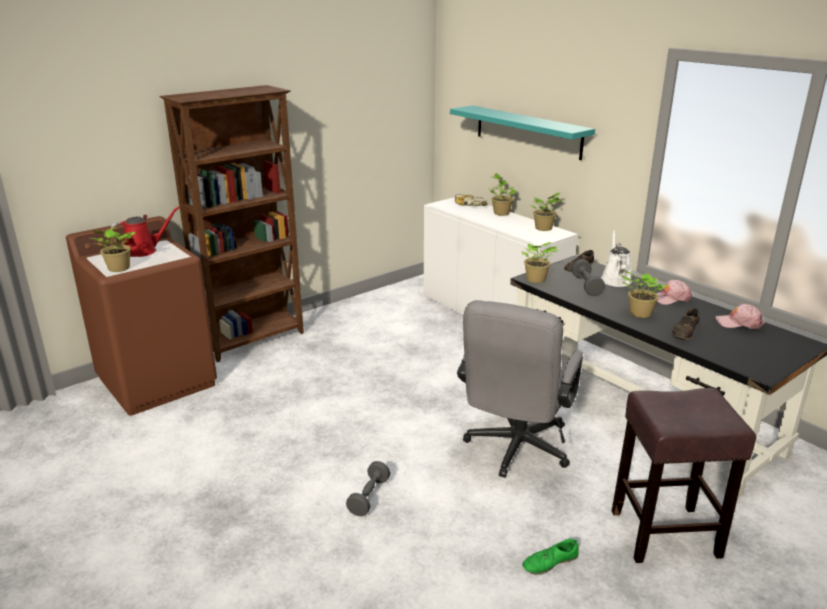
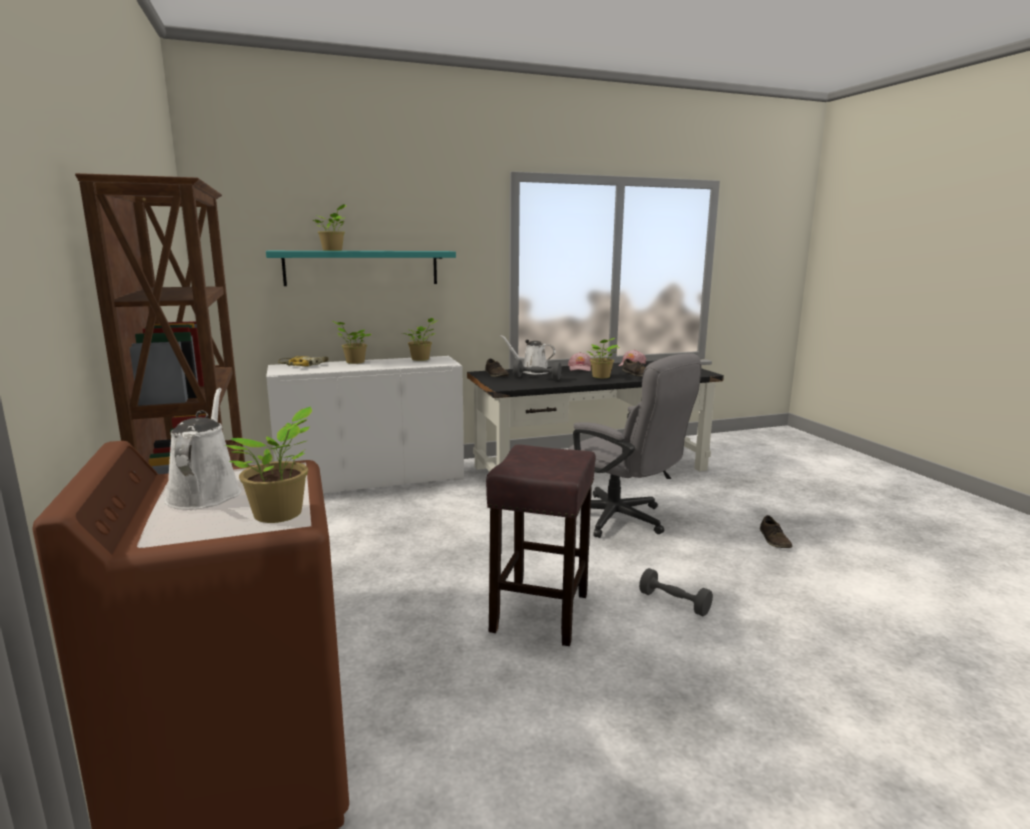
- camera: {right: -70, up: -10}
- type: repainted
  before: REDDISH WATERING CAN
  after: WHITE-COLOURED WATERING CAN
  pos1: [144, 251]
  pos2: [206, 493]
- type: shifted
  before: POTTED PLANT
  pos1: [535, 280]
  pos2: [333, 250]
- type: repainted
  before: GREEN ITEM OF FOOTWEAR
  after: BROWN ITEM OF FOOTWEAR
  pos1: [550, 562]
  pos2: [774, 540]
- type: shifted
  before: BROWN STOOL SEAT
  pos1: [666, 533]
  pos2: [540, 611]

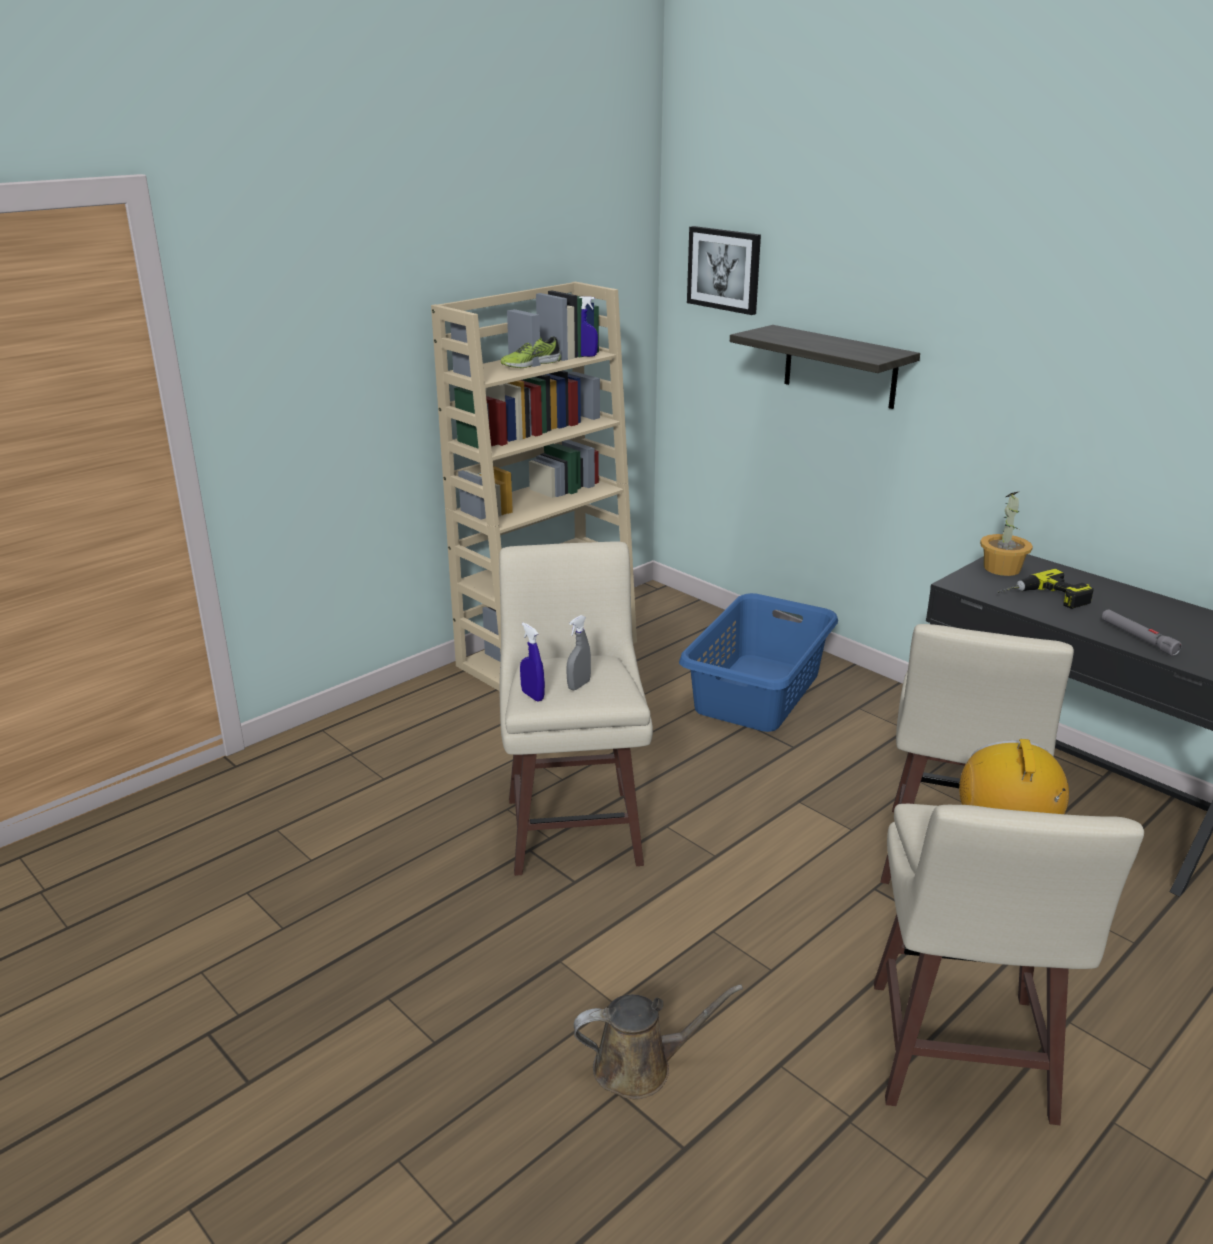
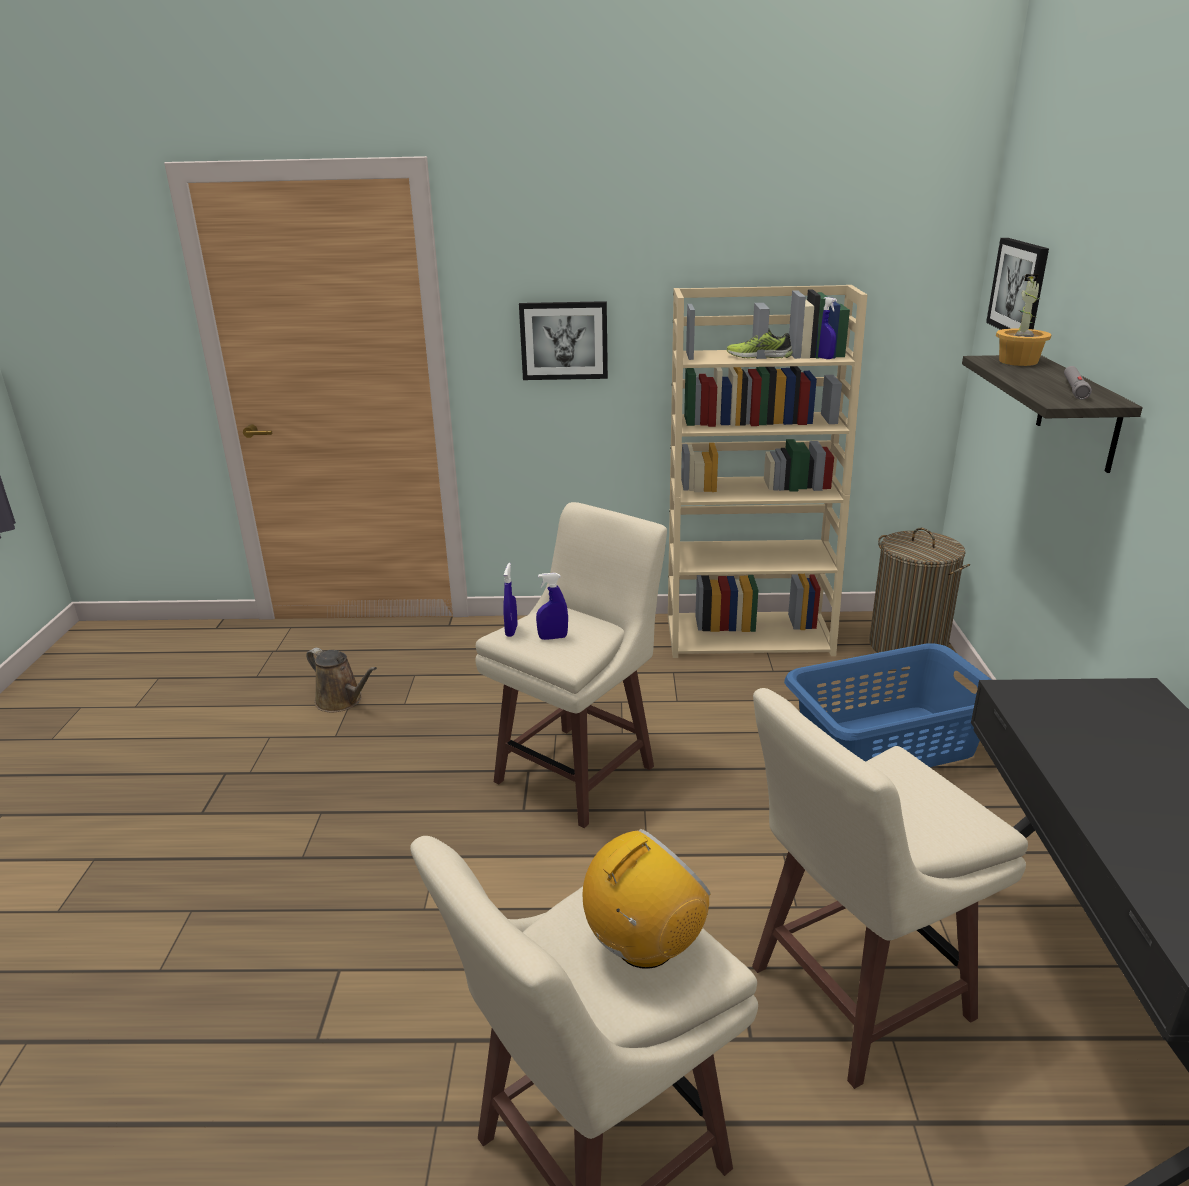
- camera: {right: 45, up: 0}
- type: repainted
  before: GREY HAND SPRAYER
  after: BLUE-COLOURED HAND SPRAYER
  pos1: [579, 685]
  pos2: [553, 637]
- type: shifted
  before: BROWN WATERING CAN
  pos1: [640, 1067]
  pos2: [342, 701]
- type: shifted
  before: POTTED PLANT
  pos1: [1002, 568]
  pos2: [1018, 362]
- type: gone
  before: POWER DRILL
  pos1: [1044, 598]
- type: shifted
  before: GREY FLASHLIGHT
  pos1: [1137, 637]
  pos2: [1074, 389]
- type: new
  after: WALL ART
  pos2: [564, 340]
- type: new
  after: HAMPER
  pos2: [907, 646]

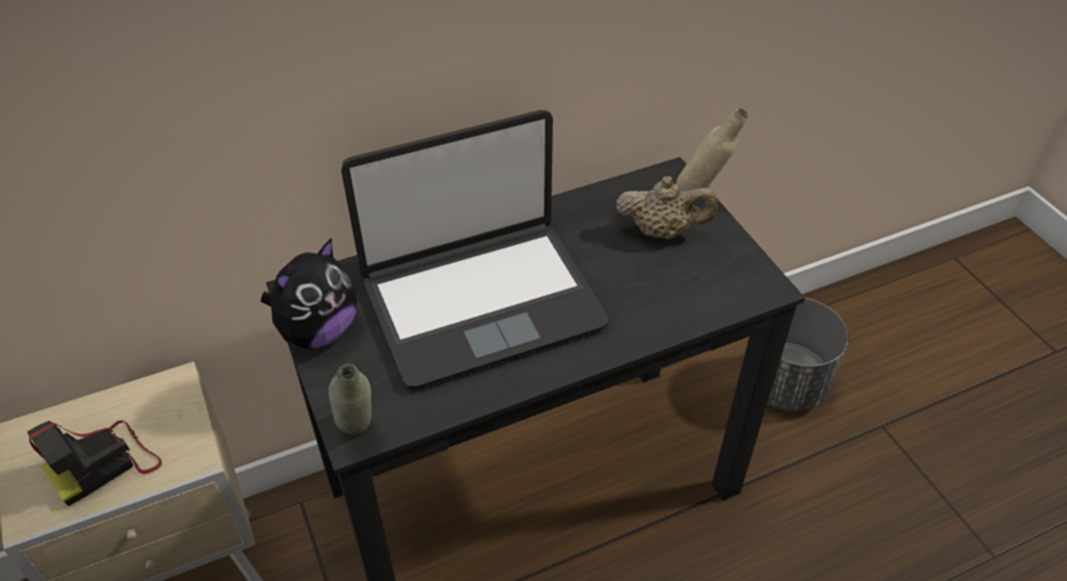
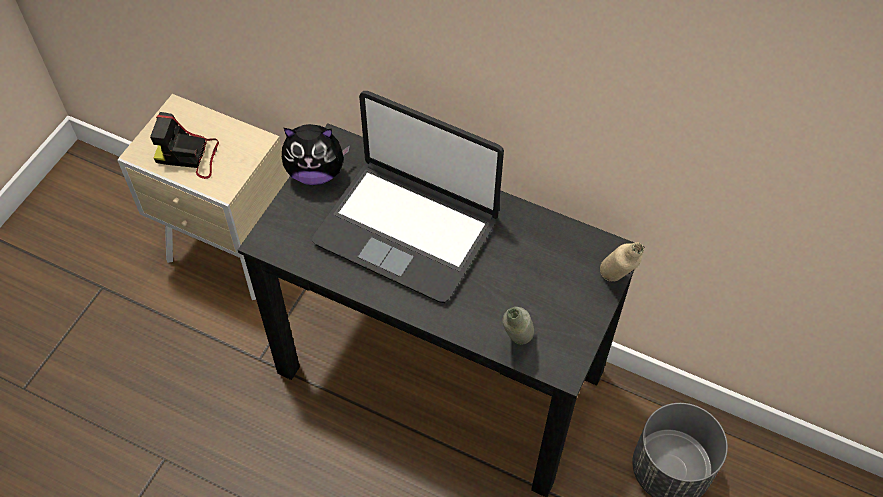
- camera: {right: 50, up: 10}
- type: shifted
  before: GREY DRINK BOTTLE
  pos1: [359, 436]
  pos2: [515, 345]
- type: gone
  before: SAND-COLOURED TEA POT
  pos1: [662, 231]

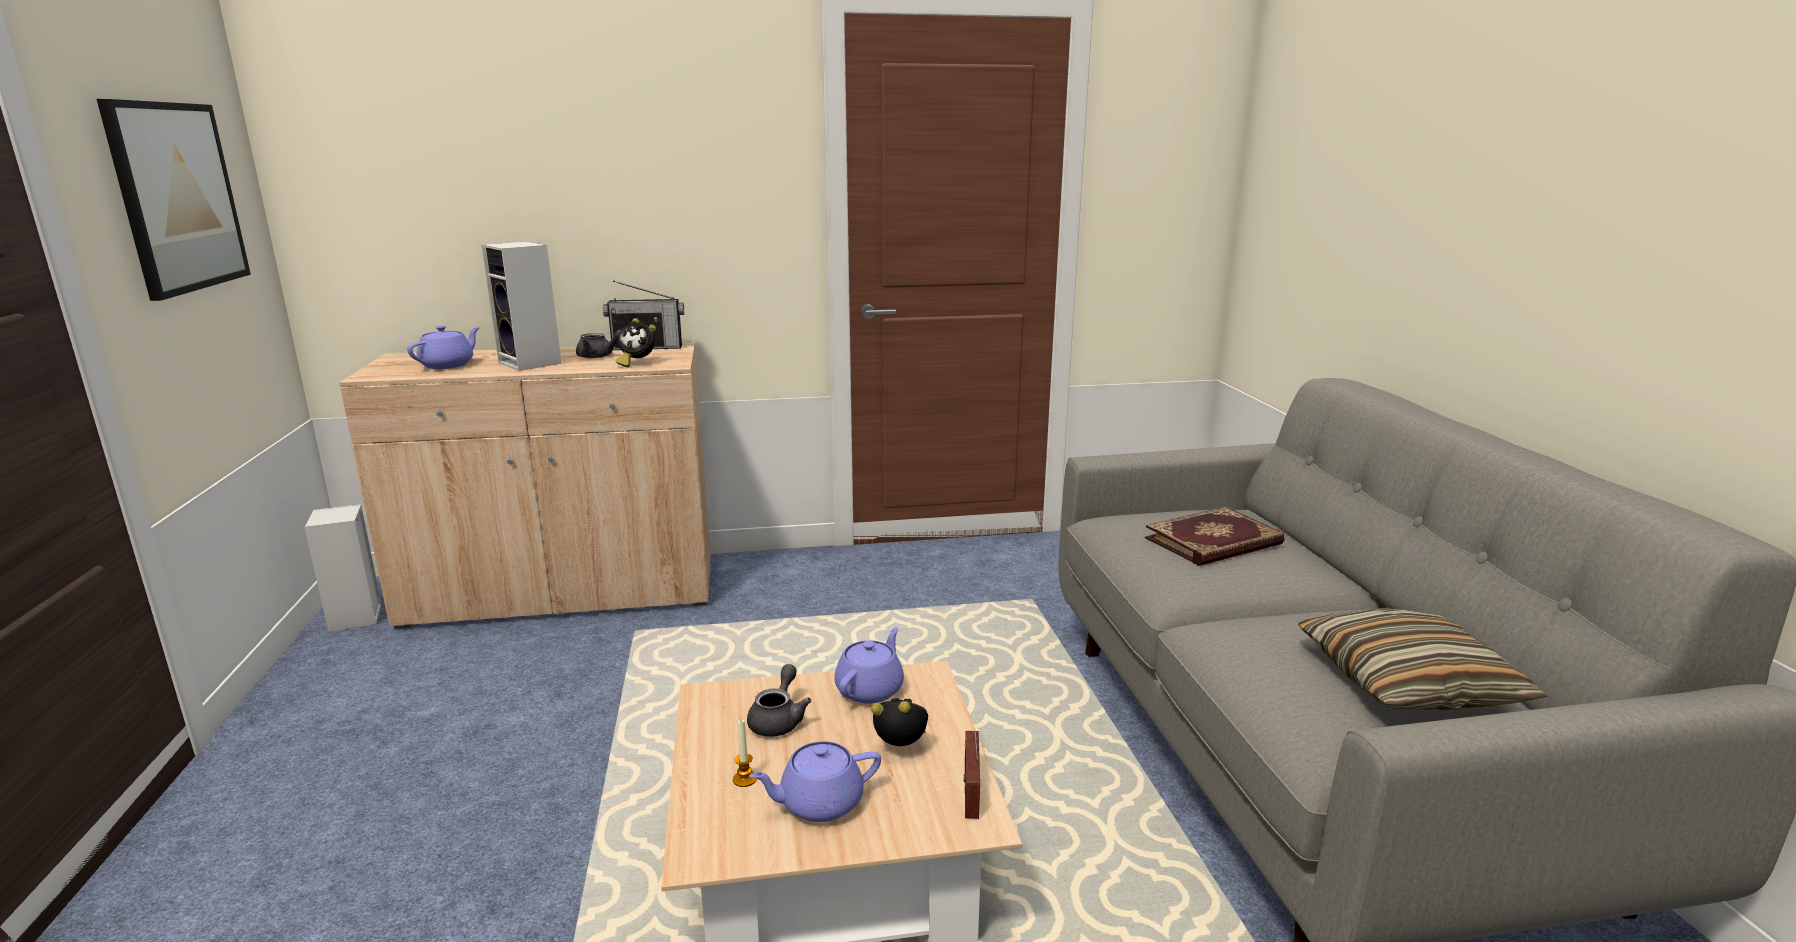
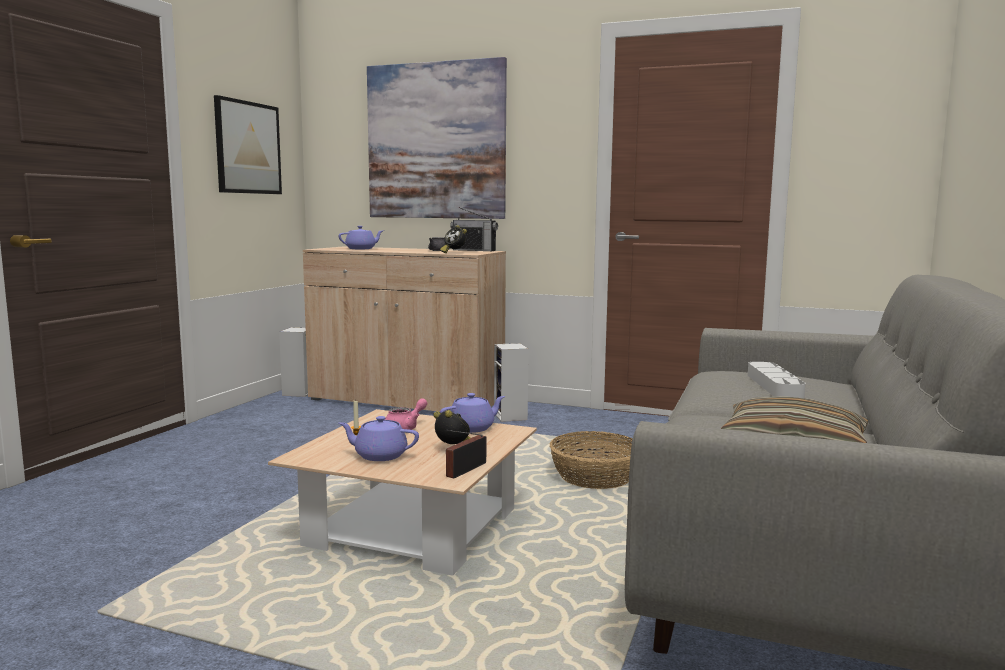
- camera: {right: 30, up: -10}
- type: shifted
  before: LOUDSPEAKER
  pos1: [532, 363]
  pos2: [511, 417]
- type: repainted
  before: GREY TEA POT
  after: PINK-COLOURED TEA POT
  pos1: [779, 720]
  pos2: [405, 428]
- type: swapped
  before: BOOK
  after: GREY CARRYING TRAY
  pos1: [1214, 542]
  pos2: [774, 385]
- type: new
  after: WALL ART
  pos2: [436, 141]
- type: new
  after: HOUSEHOLD BASKET
  pos2: [595, 477]

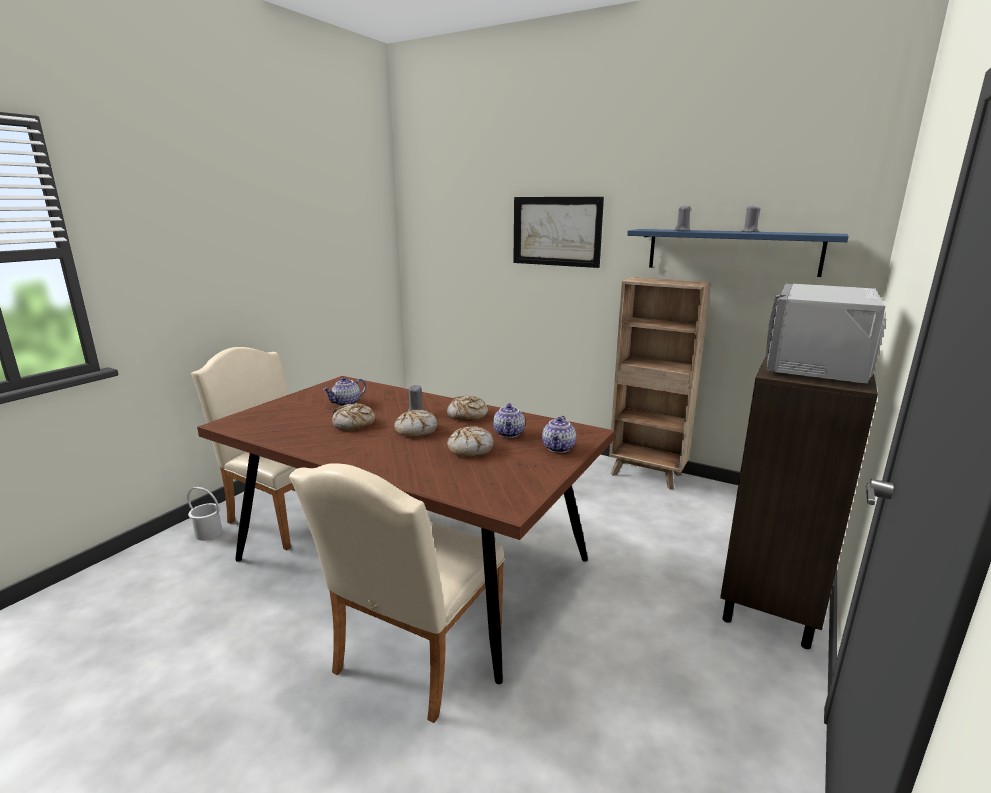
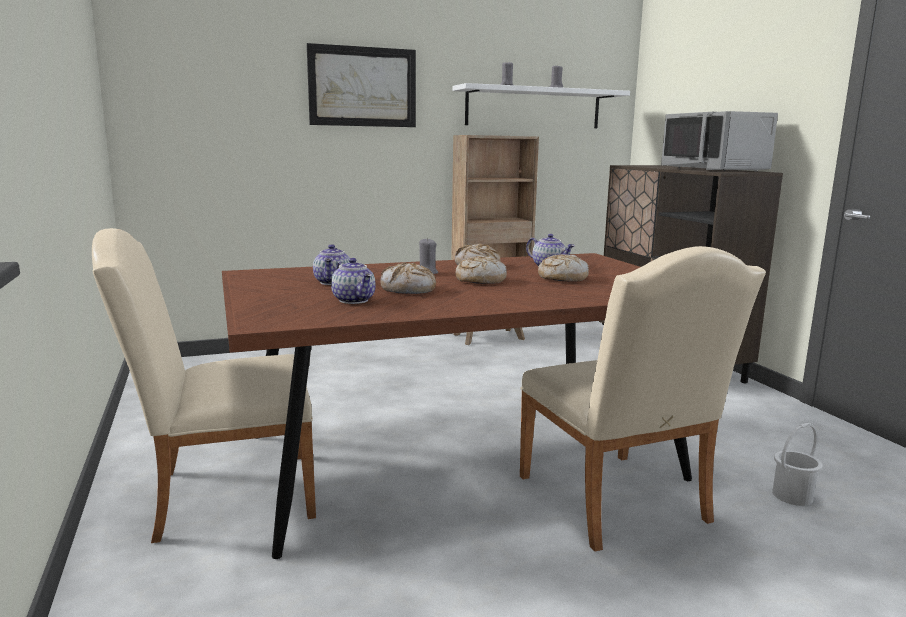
- camera: {right: -50, up: -5}
- type: shifted
  before: WHITE-COLOURED WATER BUCKET
  pos1: [208, 533]
  pos2: [793, 496]
- type: shifted
  before: TEA POT
  pos1: [559, 448]
  pos2: [355, 300]
- type: repainted
  before: BLUE-COLOURED WALL SHELF
  after: WHITE-COLOURED WALL SHELF
  pos1: [732, 251]
  pos2: [533, 108]

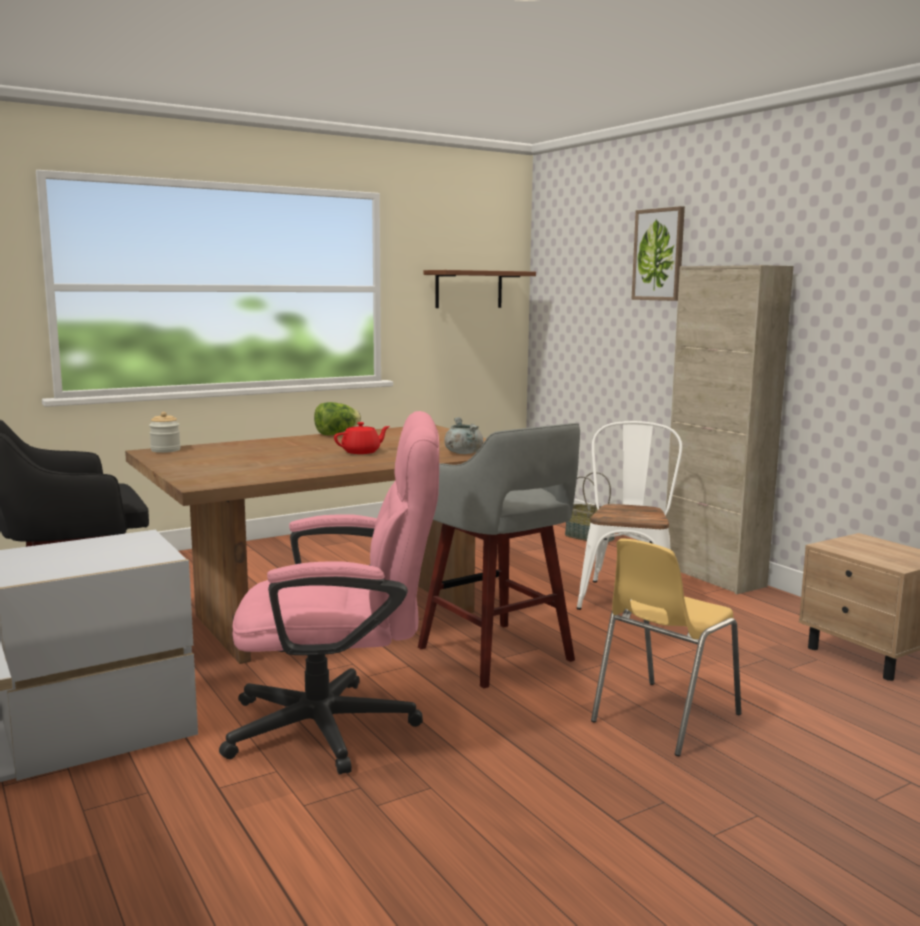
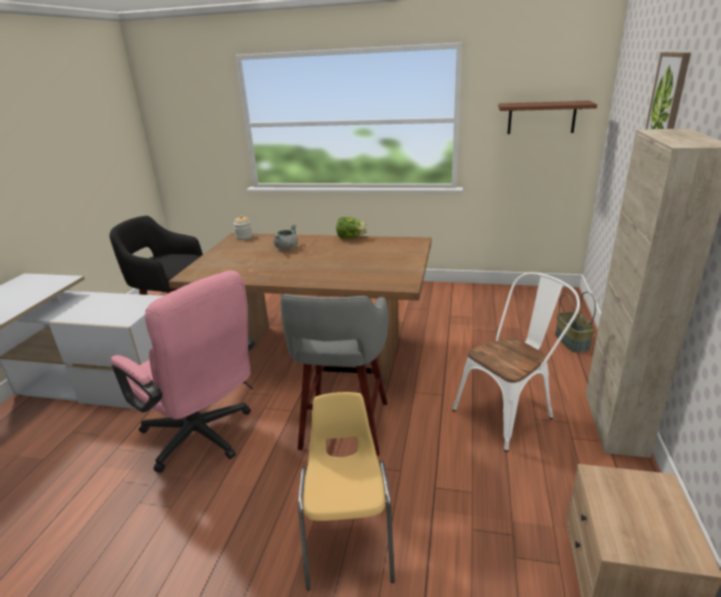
- camera: {right: 45, up: 15}
- type: gone
  before: REDDISH TEA POT
  pos1: [362, 452]
- type: shifted
  before: GREY SAUCEPOT
  pos1: [463, 453]
  pos2: [286, 248]
- type: rotated
  before: YELLOWISH PLAIN CHAIR
  pos1: [663, 718]
  pos2: [349, 541]
  turn: 90

